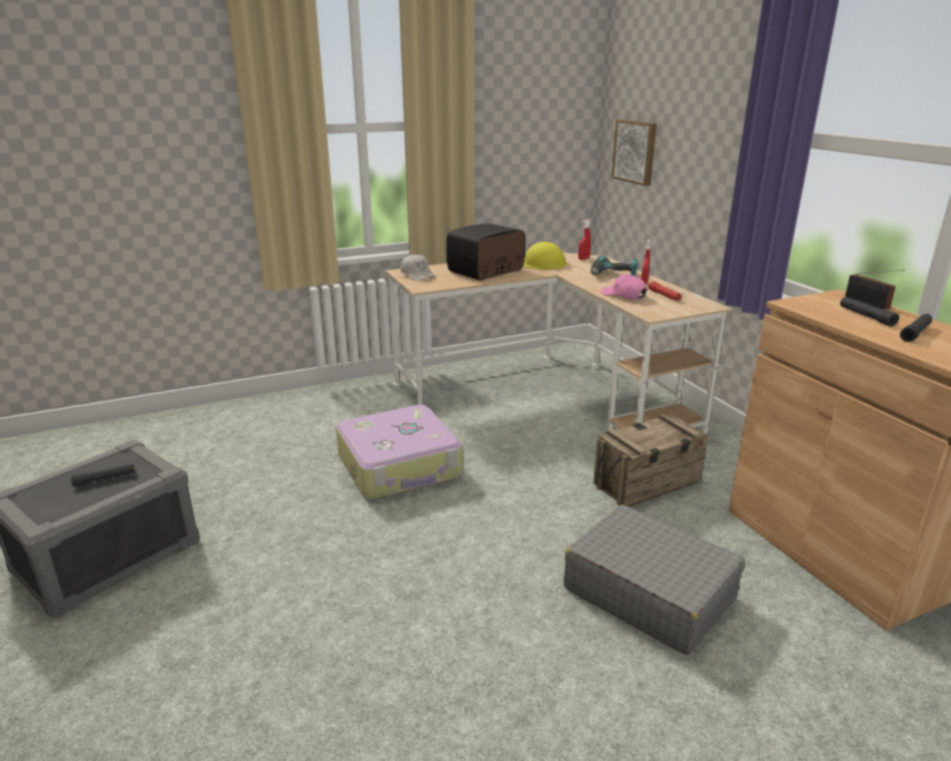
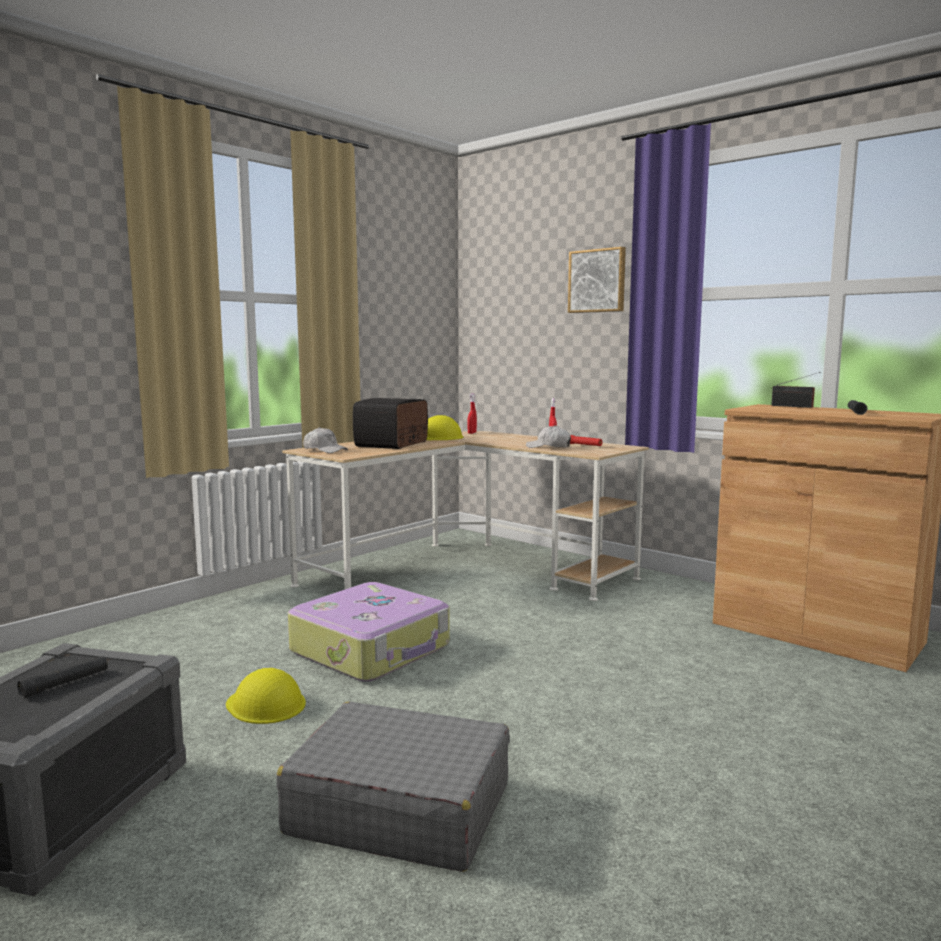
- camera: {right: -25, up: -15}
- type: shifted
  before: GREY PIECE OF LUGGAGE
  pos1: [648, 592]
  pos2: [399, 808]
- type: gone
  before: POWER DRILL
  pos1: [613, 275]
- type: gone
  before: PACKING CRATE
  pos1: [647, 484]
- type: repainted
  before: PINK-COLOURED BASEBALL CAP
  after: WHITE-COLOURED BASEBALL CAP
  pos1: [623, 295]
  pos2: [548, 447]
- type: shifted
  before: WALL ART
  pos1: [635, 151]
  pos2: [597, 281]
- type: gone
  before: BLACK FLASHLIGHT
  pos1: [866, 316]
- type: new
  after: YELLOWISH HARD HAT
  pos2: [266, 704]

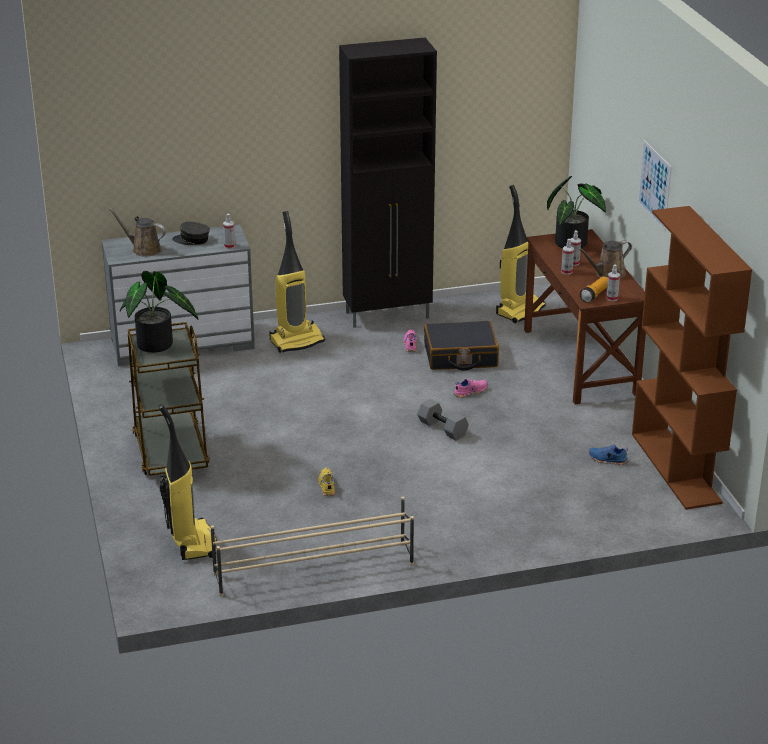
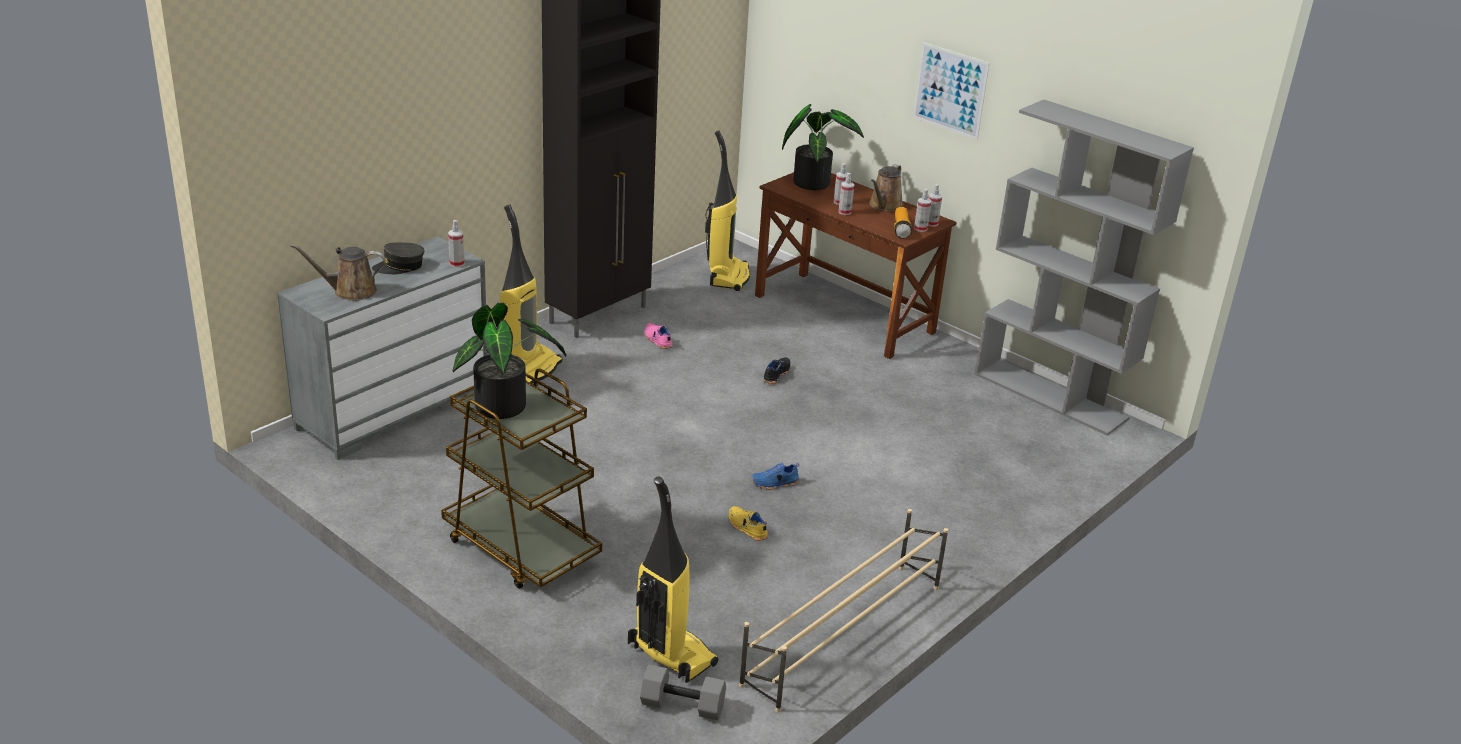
- camera: {right: -35, up: 0}
- type: shifted
  before: GREY DUMBBELL
  pos1: [441, 429]
  pos2: [681, 706]
- type: gone
  before: BLACK PIECE OF LUGGAGE
  pos1: [460, 356]
- type: repainted
  before: PINK-COLOURED ITEM OF FOOTWEAR
  after: BLACK ITEM OF FOOTWEAR
  pos1: [470, 391]
  pos2: [775, 374]
- type: shifted
  before: BLUE-COLOURED ITEM OF FOOTWEAR
  pos1: [607, 460]
  pos2: [775, 484]
- type: repainted
  before: BROWN BOOKCASE
  after: GREY BOOKCASE
  pos1: [676, 468]
  pos2: [1051, 396]
- type: new
  after: HAND SPRAYER
  pos2: [931, 223]

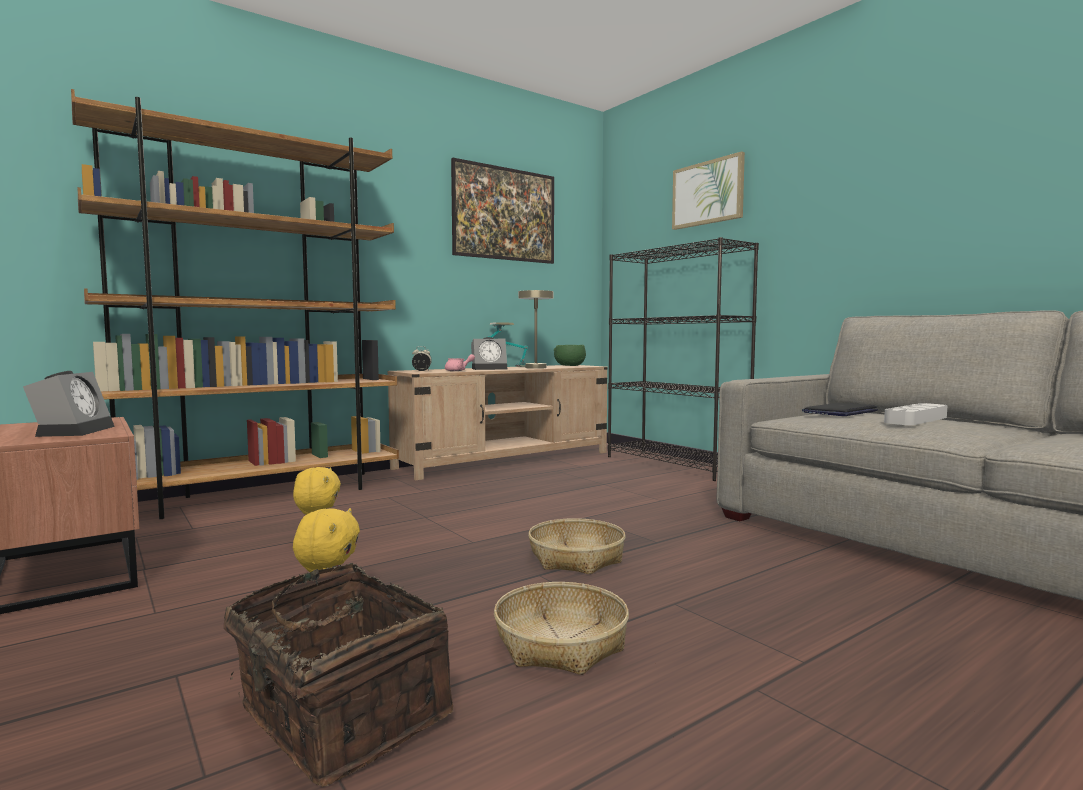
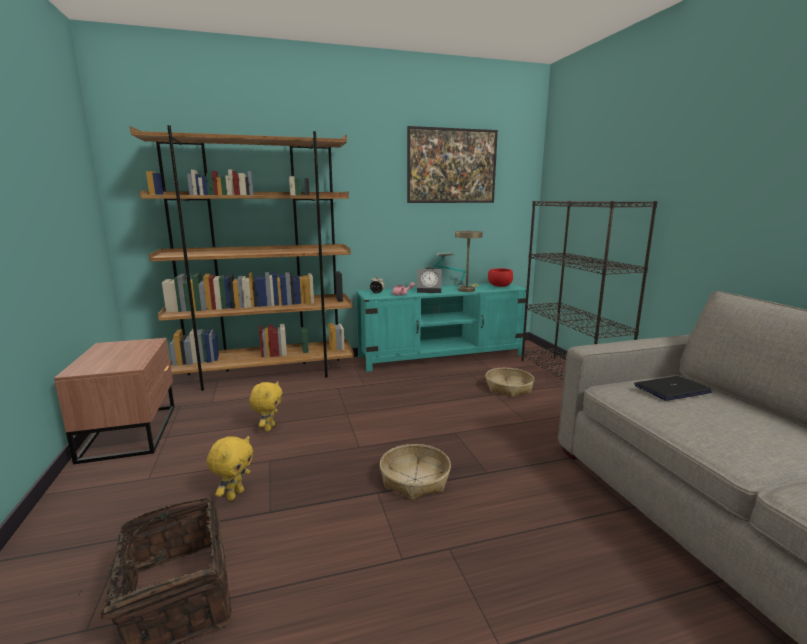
- camera: {right: 20, up: 10}
- type: gone
  before: TABLE CLOCK
  pos1: [74, 431]
- type: repainted
  before: SAND-COLOURED TV STAND
  after: TURQUOISE-COLOURED TV STAND
  pos1: [506, 460]
  pos2: [442, 356]
- type: shifted
  before: HOUSEHOLD BASKET
  pos1: [560, 643]
  pos2: [508, 388]
- type: repainted
  before: GREEN DEEP DISH
  after: REDDISH DEEP DISH
  pos1: [569, 365]
  pos2: [499, 286]
- type: gone
  before: WALL ART
  pos1: [707, 193]
- type: gone
  before: GREY CARRYING TRAY
  pos1: [916, 420]

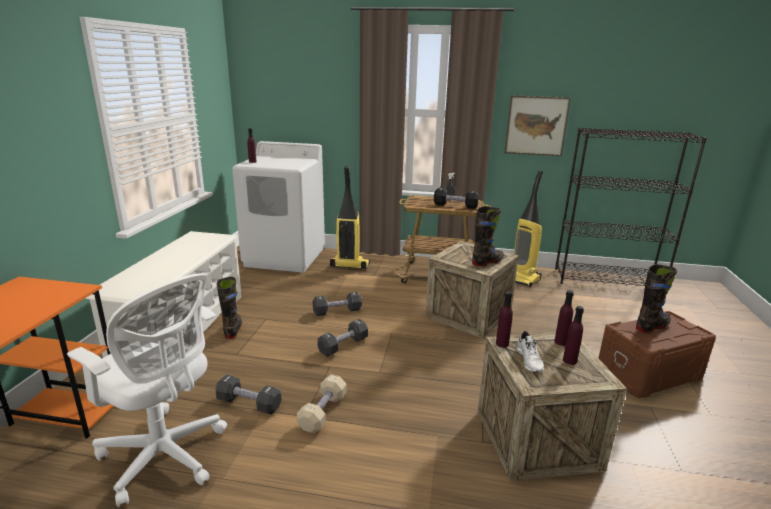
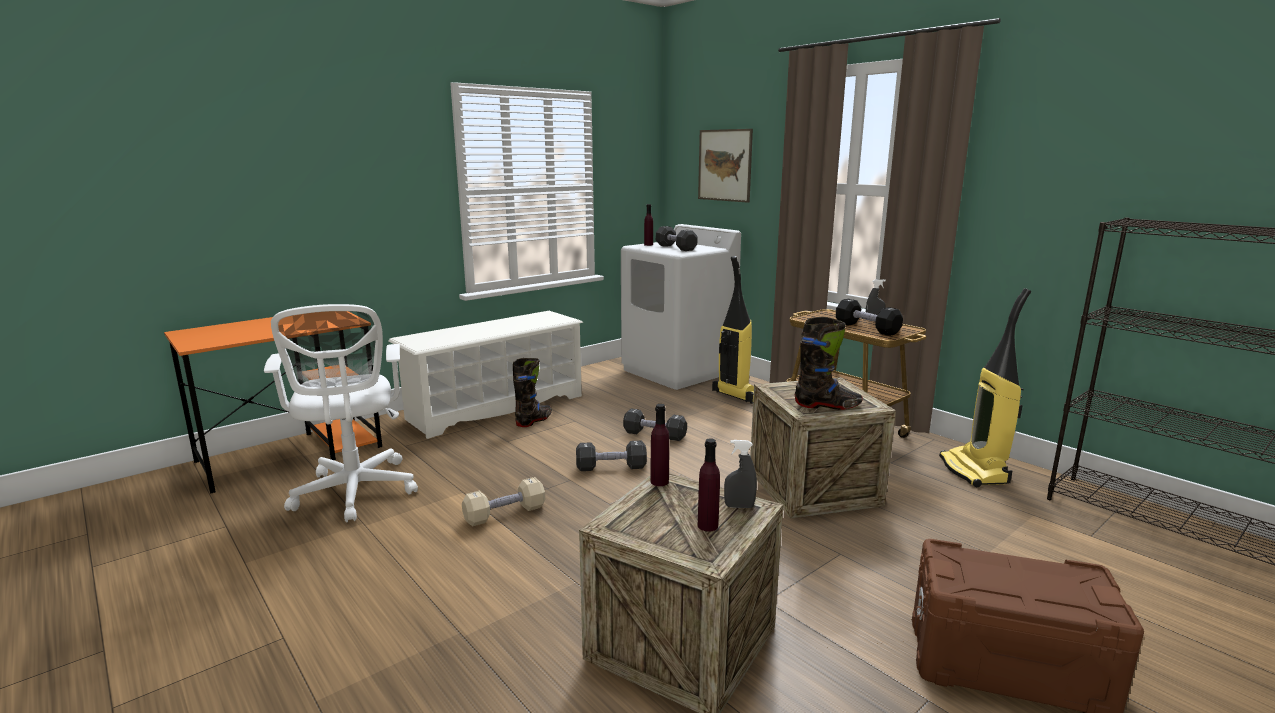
- camera: {right: 40, up: -5}
- type: shifted
  before: BLACK DUMBBELL
  pos1: [249, 404]
  pos2: [675, 248]
- type: shifted
  before: WALL ART
  pos1: [536, 126]
  pos2: [724, 165]
- type: gone
  before: WHITE-COLOURED ITEM OF FOOTWEAR
  pos1: [529, 360]
- type: swapped
  before: PURPLISH DRINK BOTTLE
  after: GREY HAND SPRAYER
  pos1: [560, 342]
  pos2: [739, 506]
- type: gone
  before: BLACK BOOT
  pos1: [652, 326]

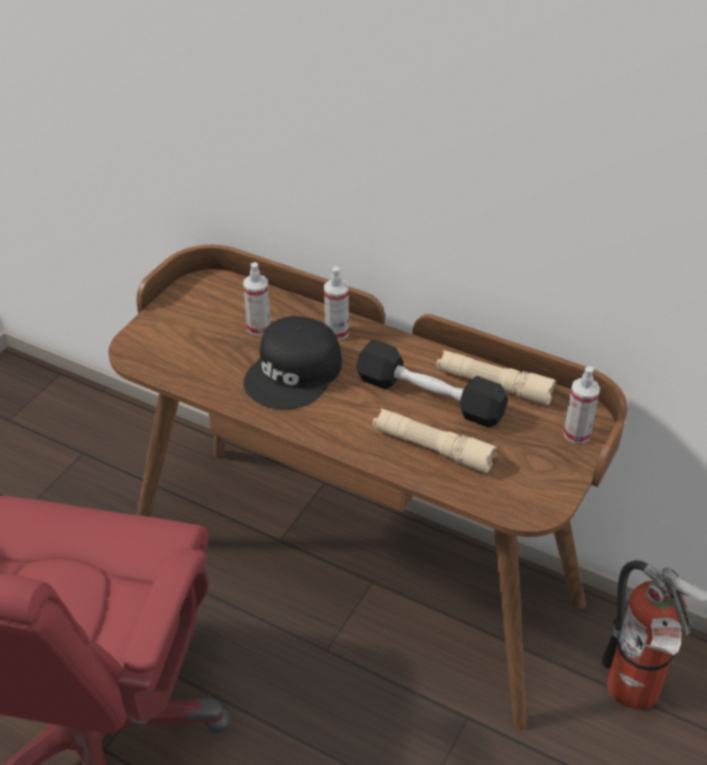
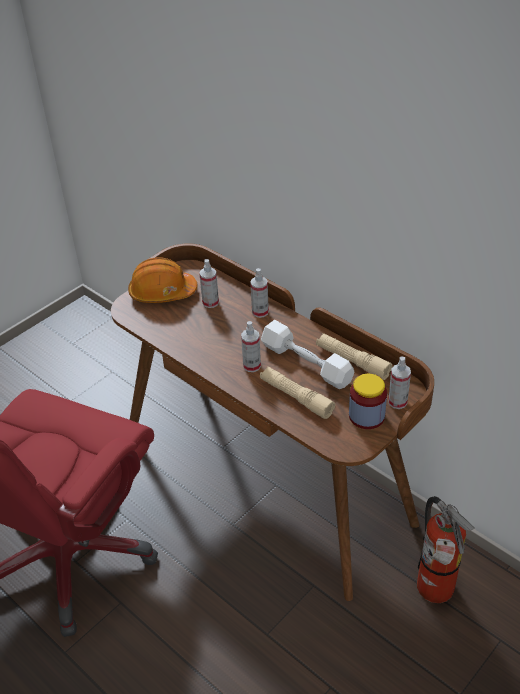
- camera: {right: 15, up: 0}
- type: gone
  before: BLACK BASEBALL CAP
  pos1: [295, 373]
- type: repainted
  before: BLACK DUMBBELL
  after: WHITE-COLOURED DUMBBELL
  pos1: [429, 397]
  pos2: [306, 363]
- type: new
  after: ORANGE-COLOURED HARD HAT
  pos2: [162, 292]
- type: new
  after: HAND SPRAYER
  pos2: [252, 366]
- type: new
  after: PRESERVE JAR
  pos2: [366, 416]

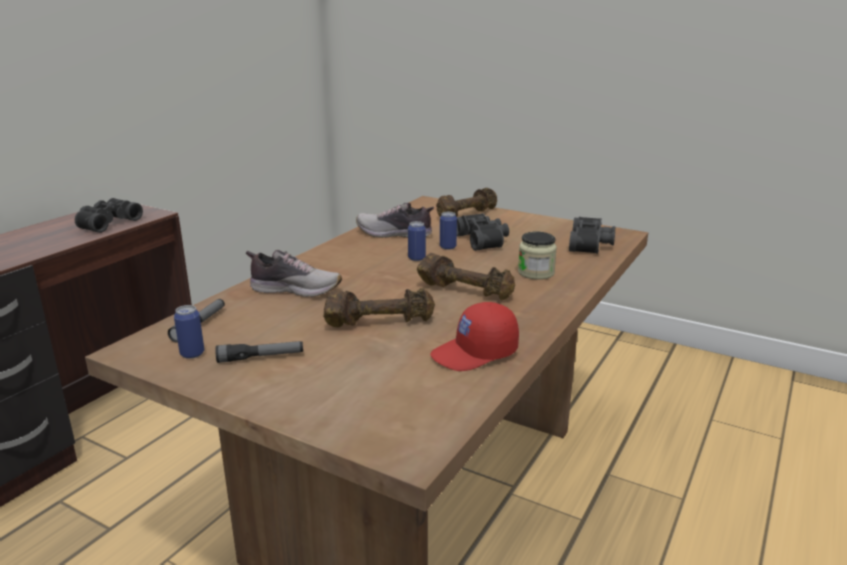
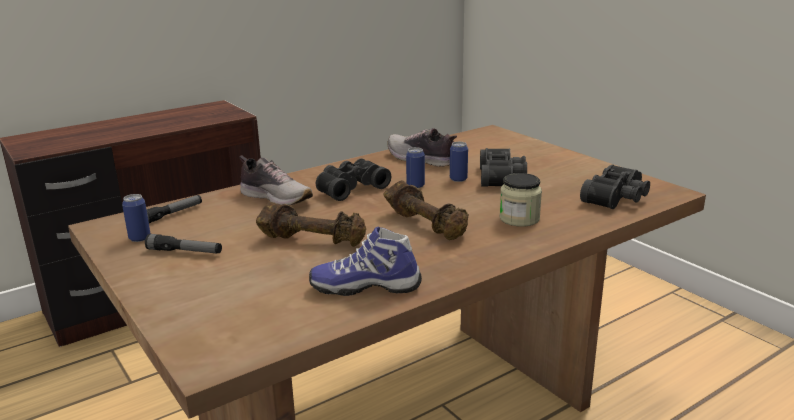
- camera: {right: 25, up: 0}
- type: shifted
  before: BLACK PAIR OF BINOCULARS
  pos1: [106, 223]
  pos2: [350, 188]
- type: swapped
  before: REDDISH BASEBALL CAP
  after: ITEM OF FOOTWEAR
  pos1: [475, 353]
  pos2: [365, 286]
- type: gone
  before: BROWN DUMBBELL
  pos1: [466, 214]

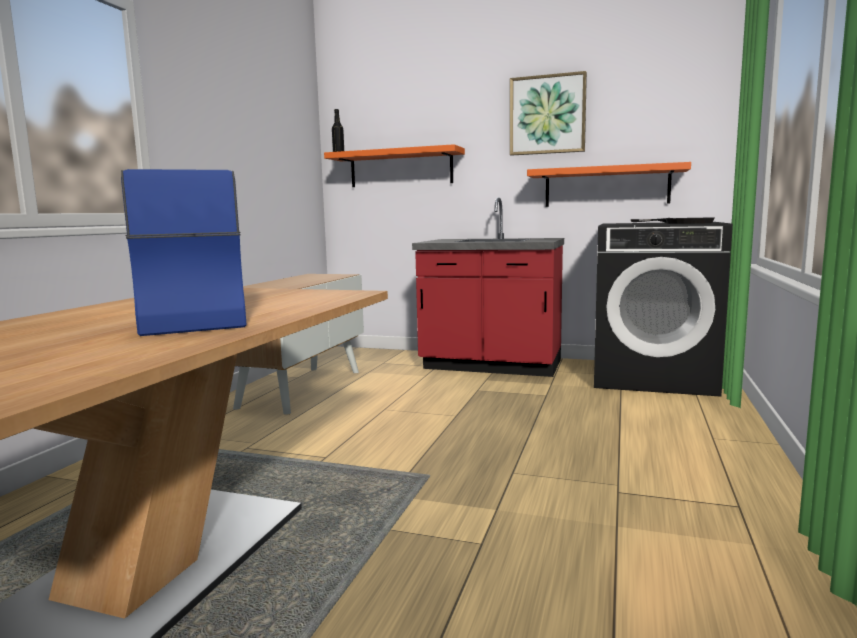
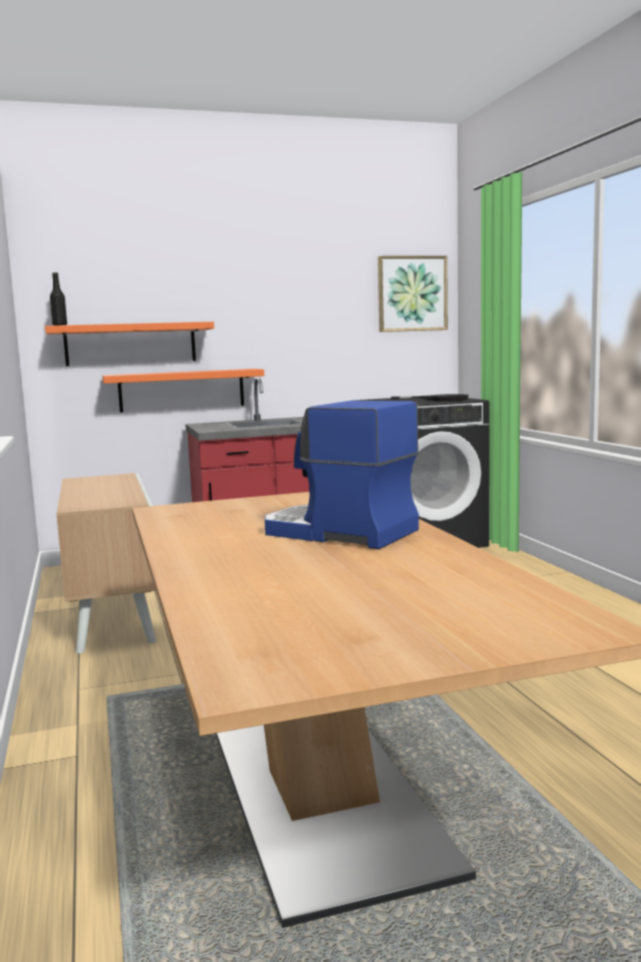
- camera: {right: -35, up: 0}
- type: shifted
  before: WALL ART
  pos1: [547, 115]
  pos2: [412, 294]
- type: shifted
  before: ORANGE-COLOURED WALL SHELF
  pos1: [606, 187]
  pos2: [182, 390]

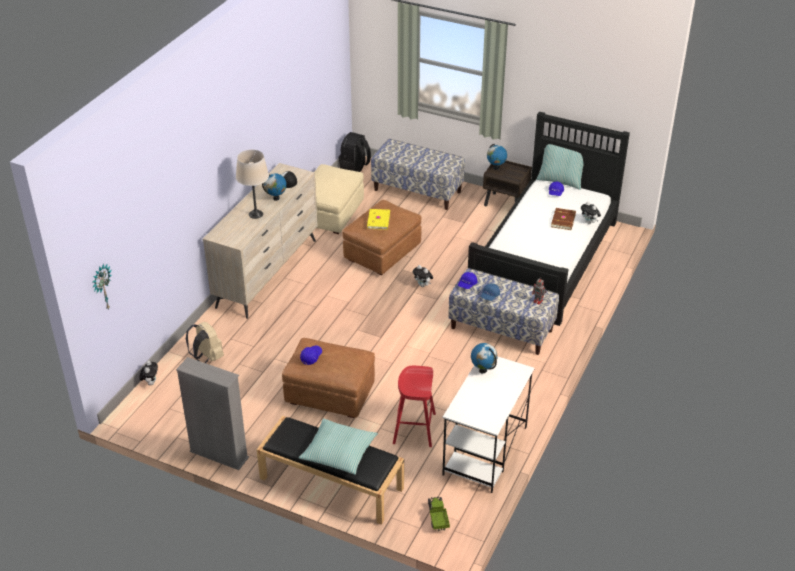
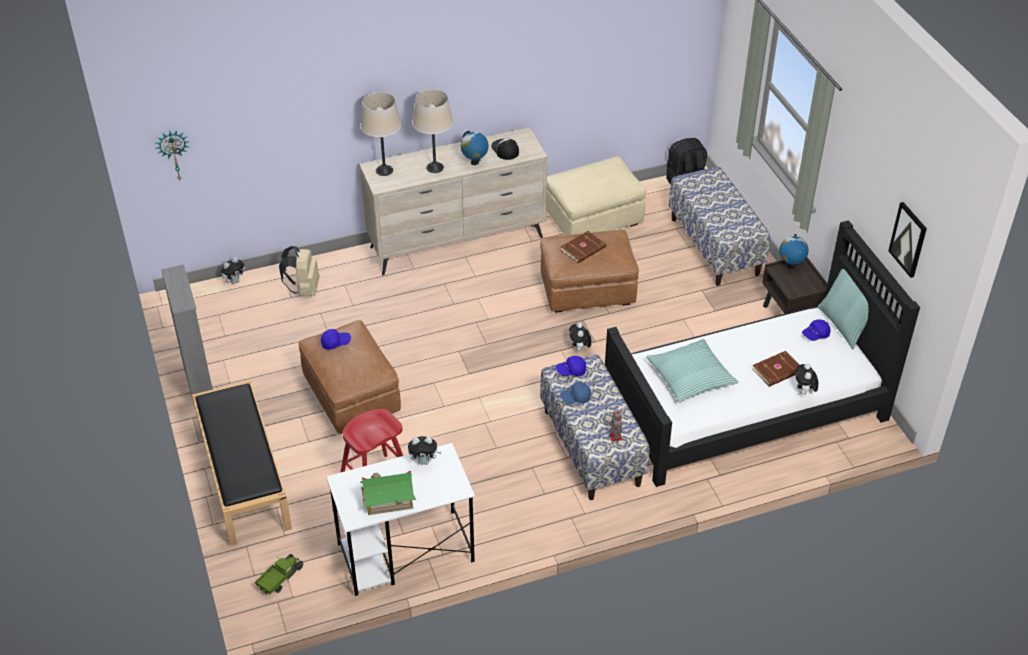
- camera: {right: 45, up: 5}
- type: shifted
  before: PILLOW
  pos1: [338, 452]
  pos2: [690, 377]
- type: repainted
  before: YELLOWISH BOOK
  after: BROWN BOOK
  pos1: [379, 220]
  pos2: [584, 249]
- type: swapped
  before: DESK GLOBE
  after: SOFT TOY
  pos1: [483, 370]
  pos2: [424, 461]
- type: new
  after: SAND-COLOURED LAMP FOR A TABLE
  pos2: [384, 170]
- type: new
  after: TOY HOUSE
  pos2: [388, 500]
- type: new
  after: WALL ART
  pos2: [908, 239]

